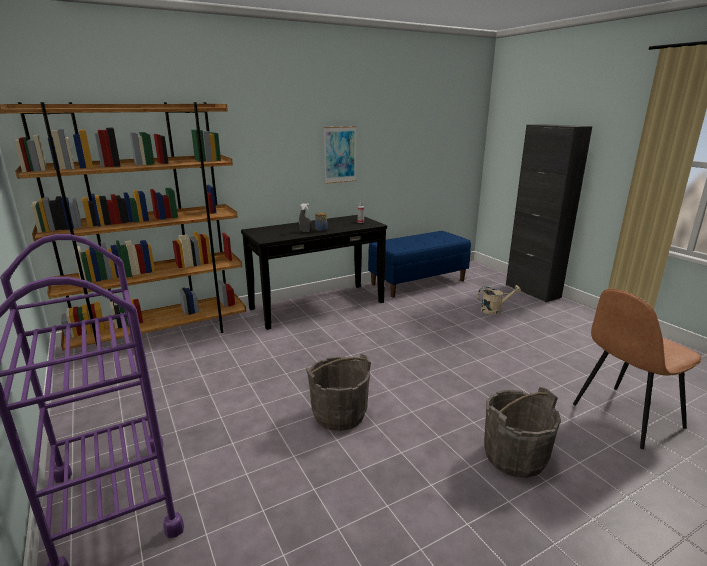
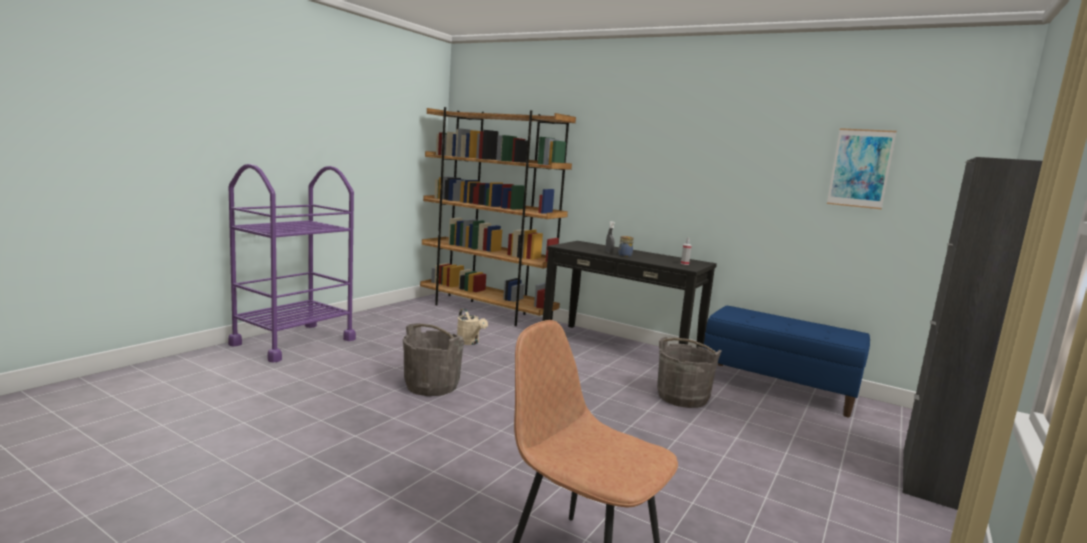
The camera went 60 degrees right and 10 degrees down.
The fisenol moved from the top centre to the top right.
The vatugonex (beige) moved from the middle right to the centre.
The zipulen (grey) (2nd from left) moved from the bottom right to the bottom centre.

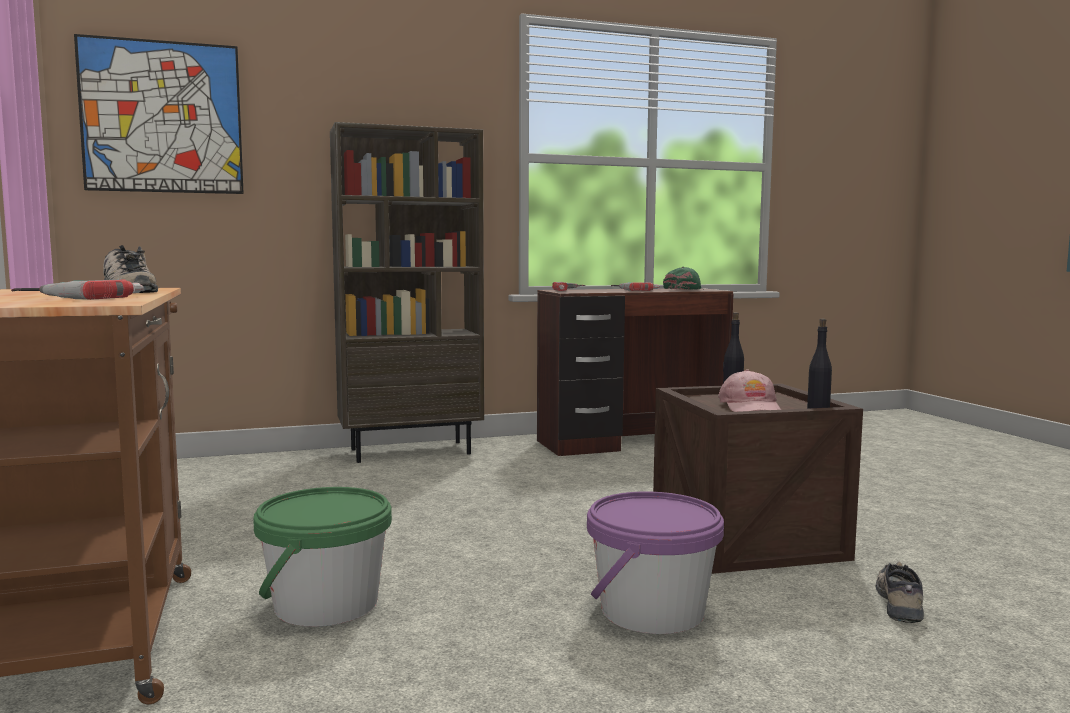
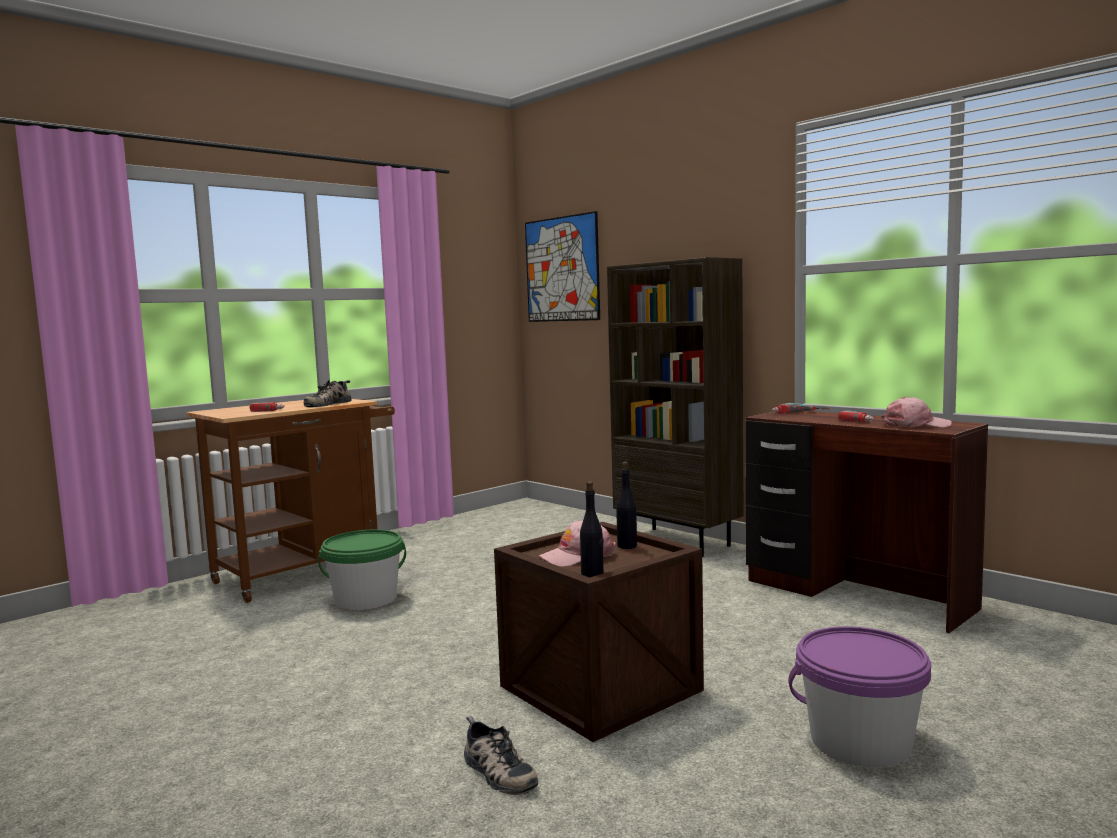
The camera went 65 degrees right and 0 degrees up.
The zipulen (purple) moved from the bottom centre to the bottom right.
The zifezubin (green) at the centre became the zifezubin (pink) (2nd from left) at the middle right.
The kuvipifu (2nd from left) at the bottom right turned 60 degrees clockwise.

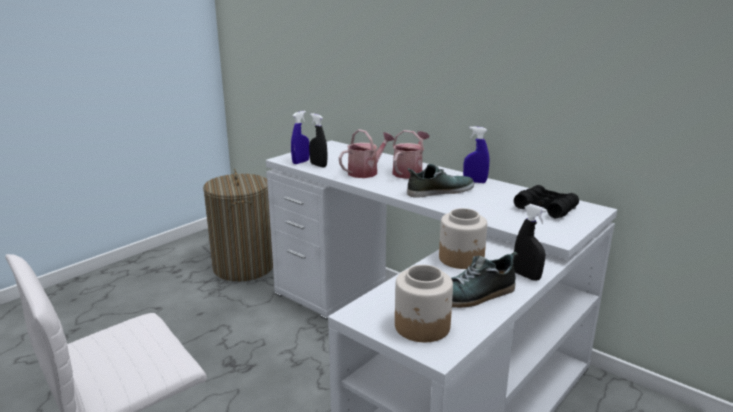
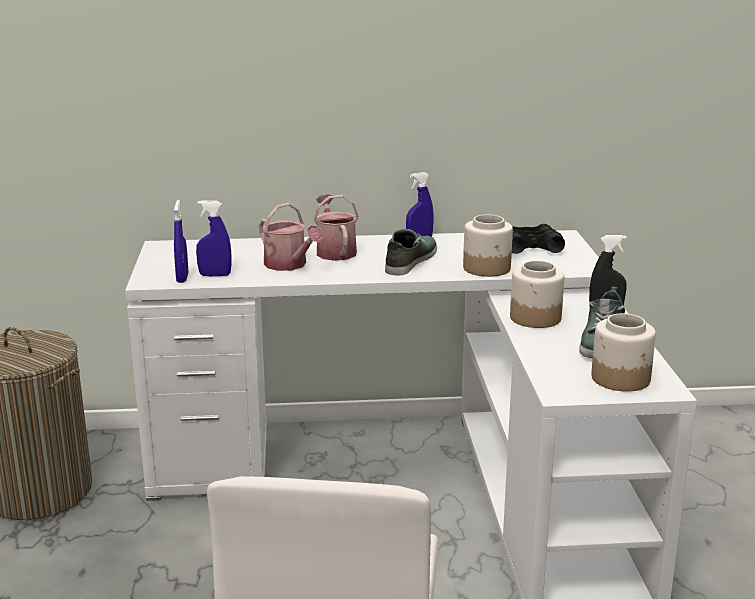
The camera went 45 degrees left and 0 degrees up.
The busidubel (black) (1st from left) at the centre became the busidubel (blue) (2nd from left) at the middle left.
The vatugonex (1st from left) at the centre turned 135 degrees clockwise.
The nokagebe (1st from left) at the centre appeared.

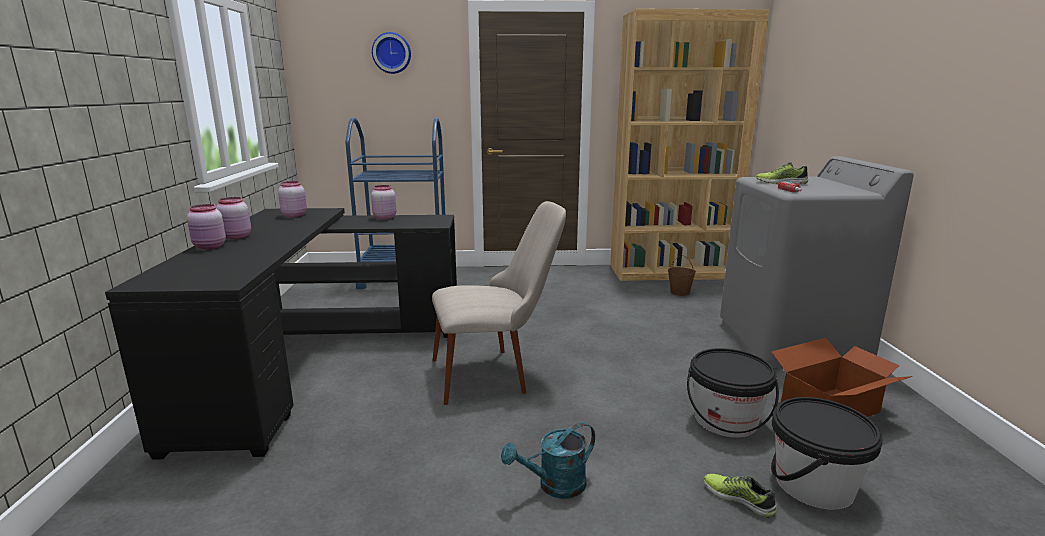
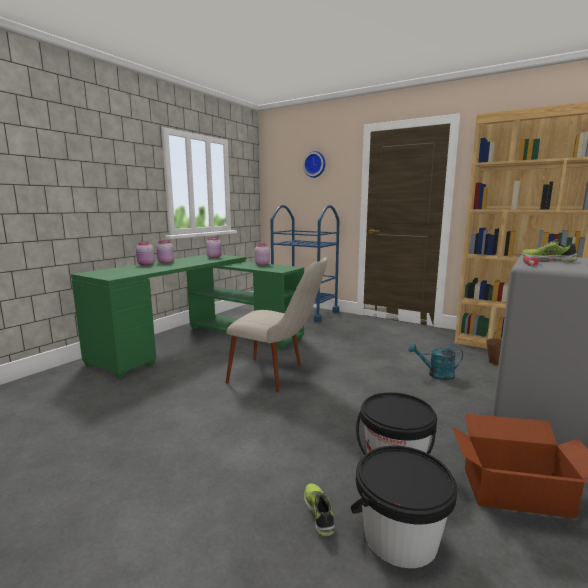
The camera went 35 degrees right and 5 degrees down.
The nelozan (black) at the middle left became the nelozan (green) at the middle left.
The vatugonex (turquoise) moved from the bottom centre to the middle right.

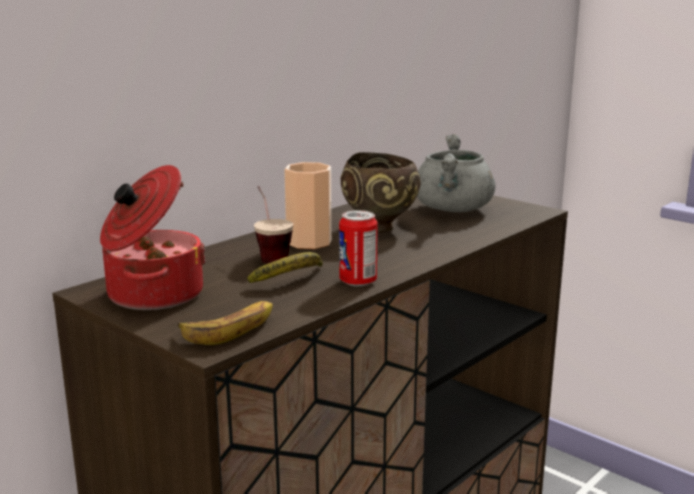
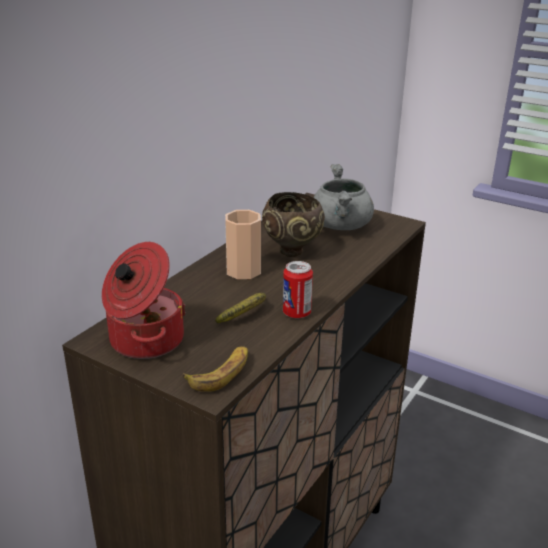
The camera went 10 degrees left and 10 degrees up.
The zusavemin (1st from left) at the centre disappeared.

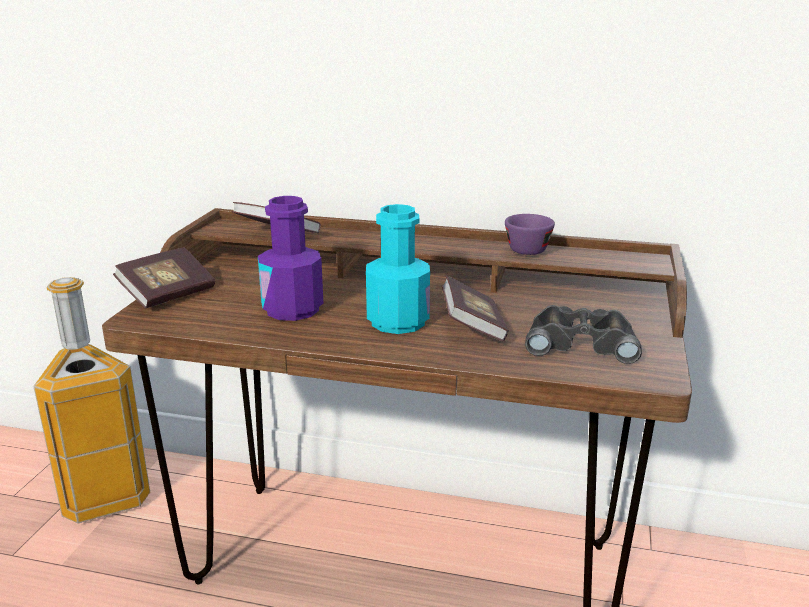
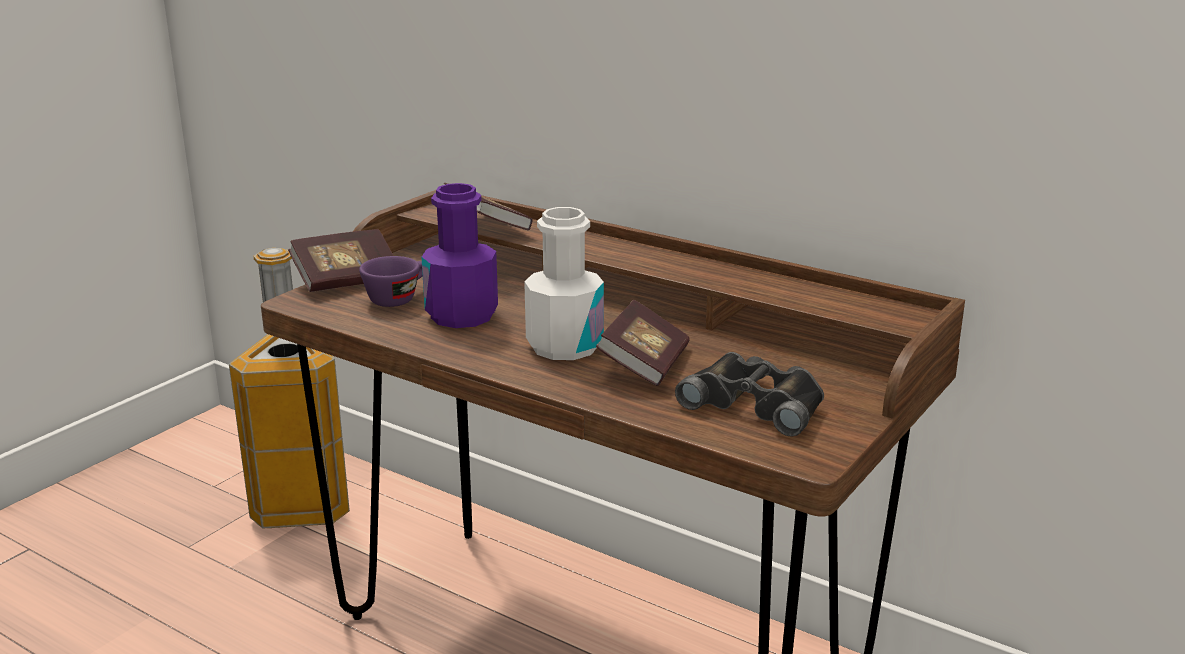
The camera went 20 degrees right and 0 degrees up.
The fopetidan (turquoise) at the centre became the fopetidan (white) at the centre.
The zusavemin (purple) moved from the centre to the middle left.

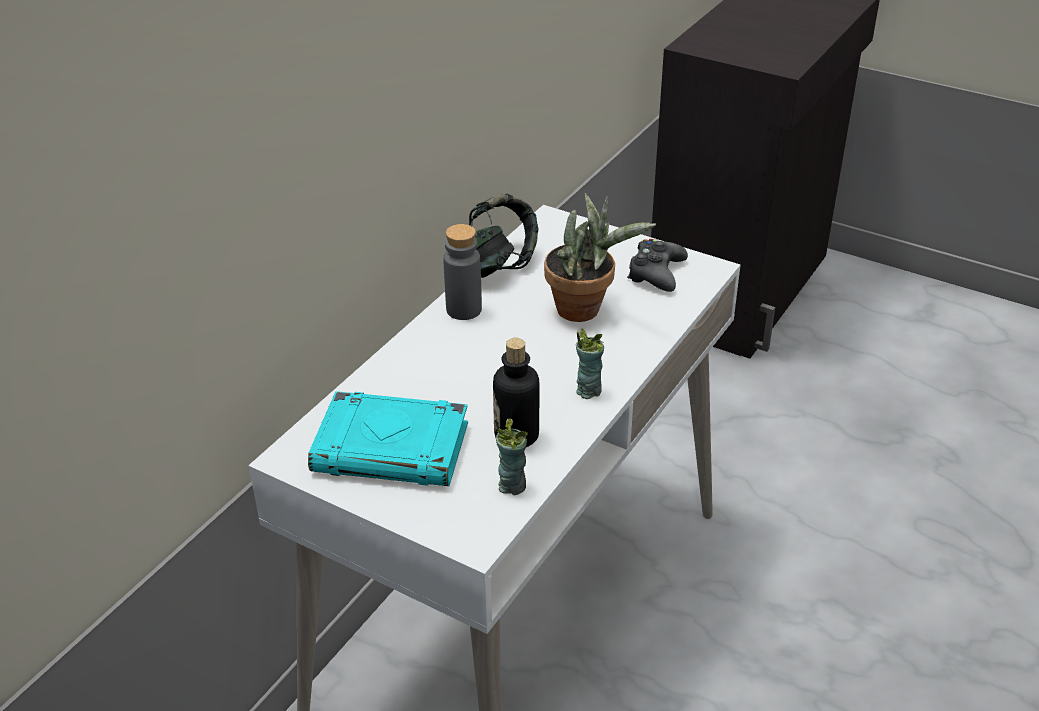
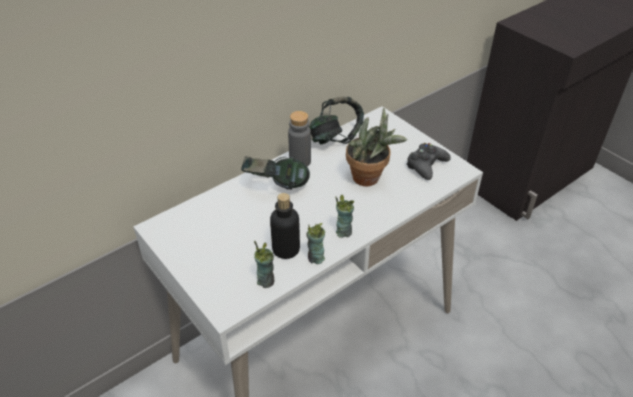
The camera went 20 degrees right and 5 degrees up.
The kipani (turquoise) at the centre disappeared.
The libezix (1st from left) at the centre appeared.
The zusavemin (2nd from left) at the centre appeared.

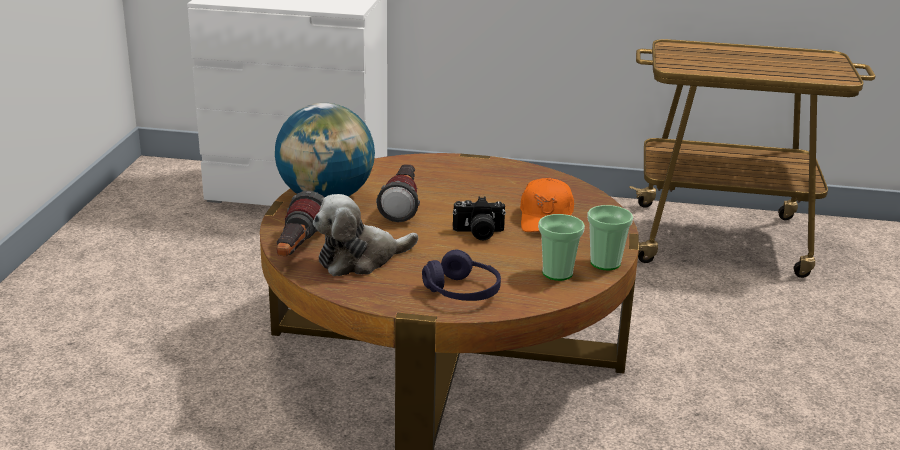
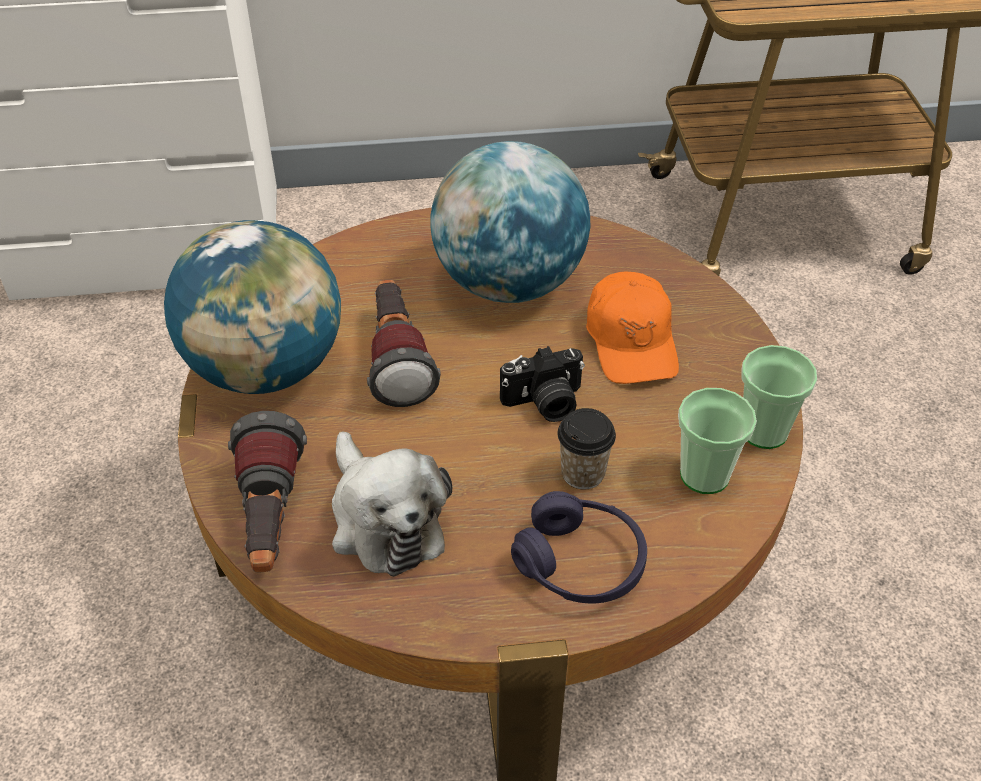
The camera went 15 degrees left and 20 degrees up.
The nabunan at the centre turned 75 degrees counterclockwise.
The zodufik (2nd from left) at the top centre appeared.
The zusavemin (1st from left) at the centre appeared.

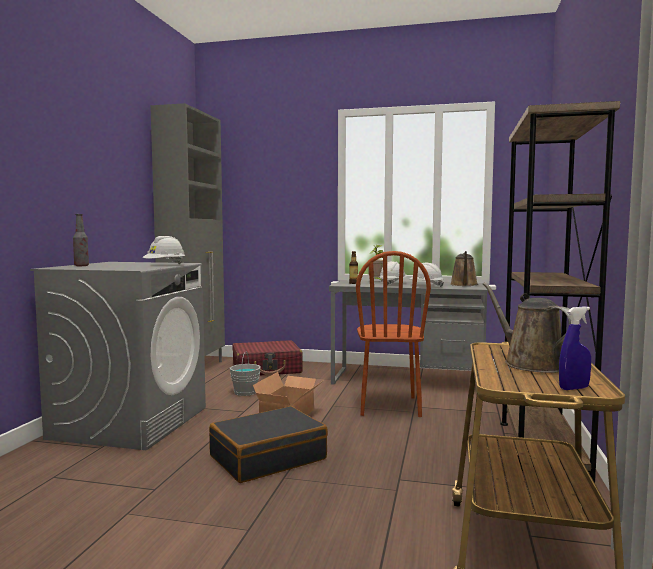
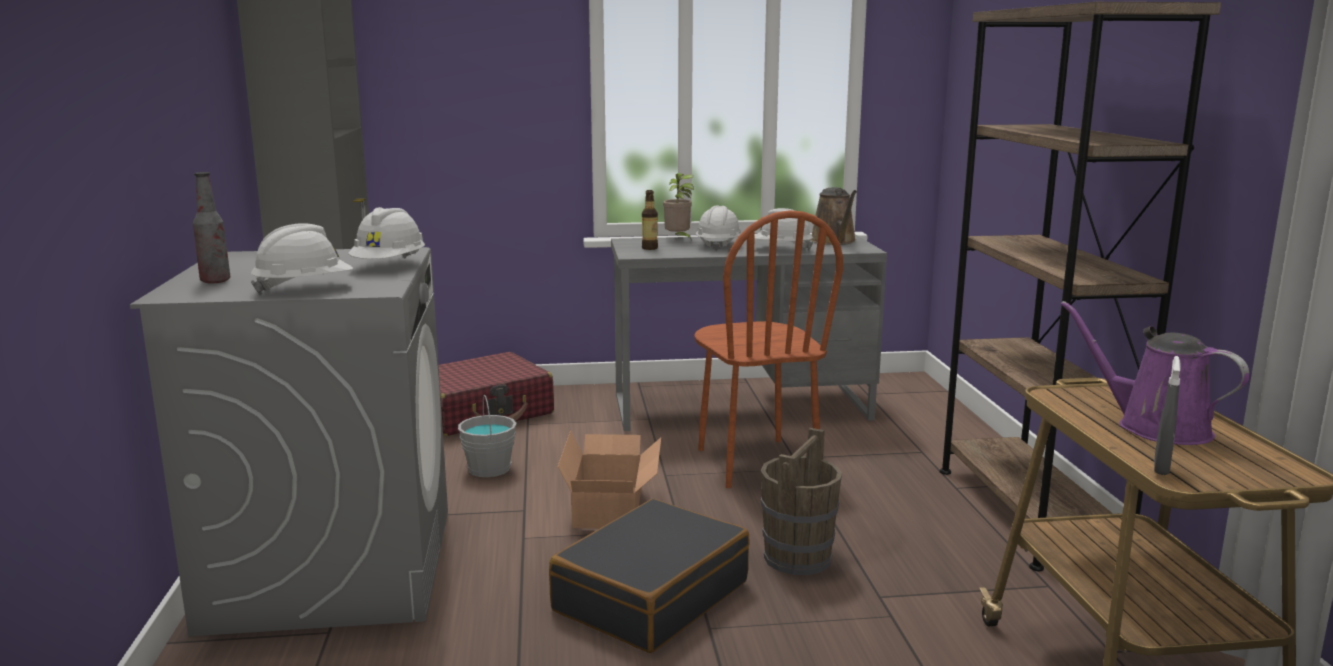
The camera went 20 degrees left and 10 degrees up.
The vatugonex (brown) (2nd from left) at the middle right became the vatugonex (purple) at the middle right.
The busidubel (blue) at the middle right disappeared.
The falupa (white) (1st from left) at the middle left appeared.
The zipulen (brown) at the bottom centre appeared.
The busidubel (grey) at the middle right appeared.

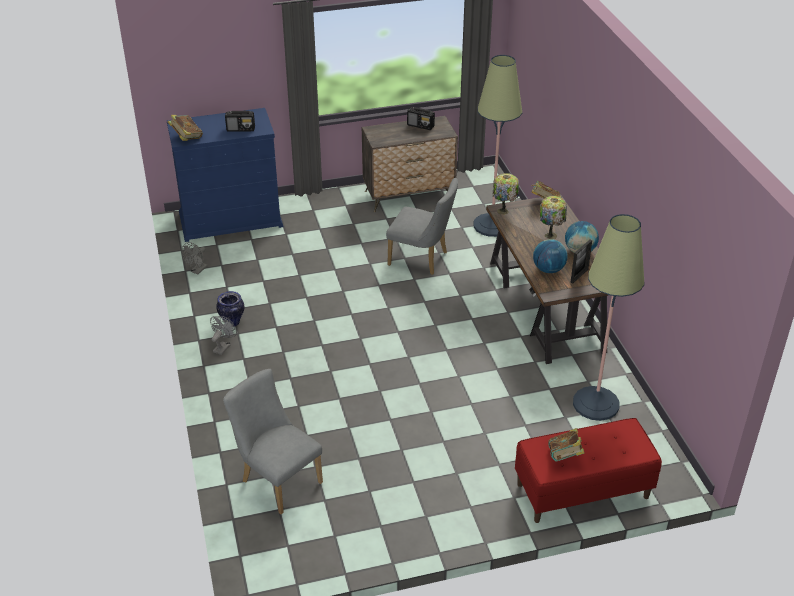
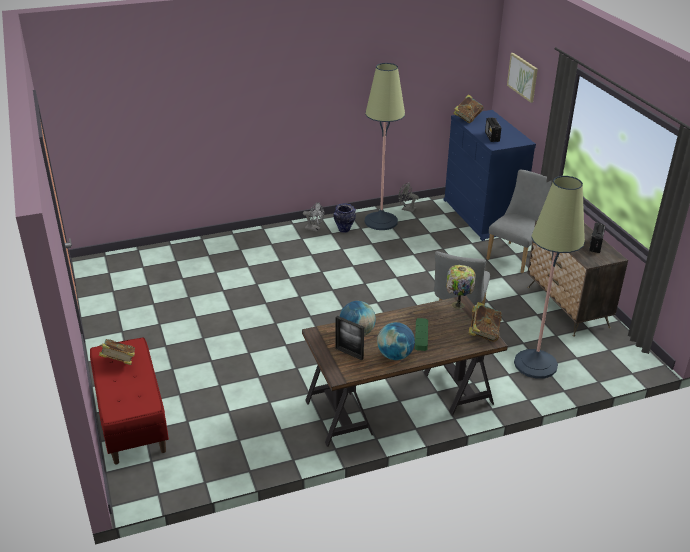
The camera went 85 degrees right and 5 degrees down.
The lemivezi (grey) (1st from left in the first image) moved from the bottom centre to the middle right.
The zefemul (2nd from left) at the middle right was replaced by the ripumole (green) at the centre.
The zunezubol (2nd from left in the first image) moved from the middle right to the top centre.
The fisenol at the top right appeared.

